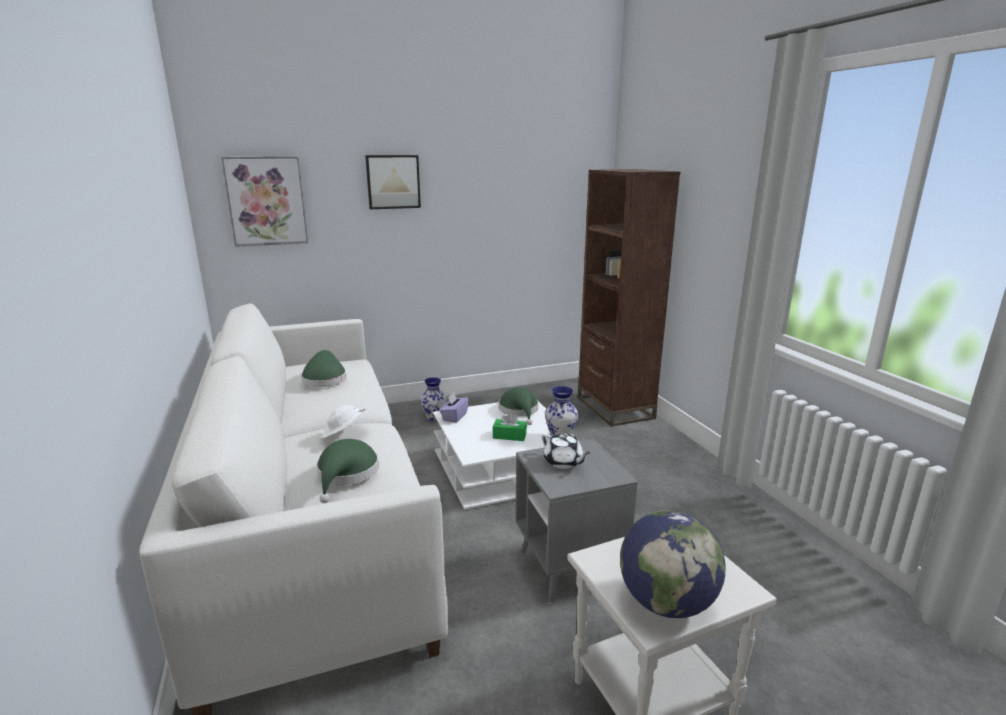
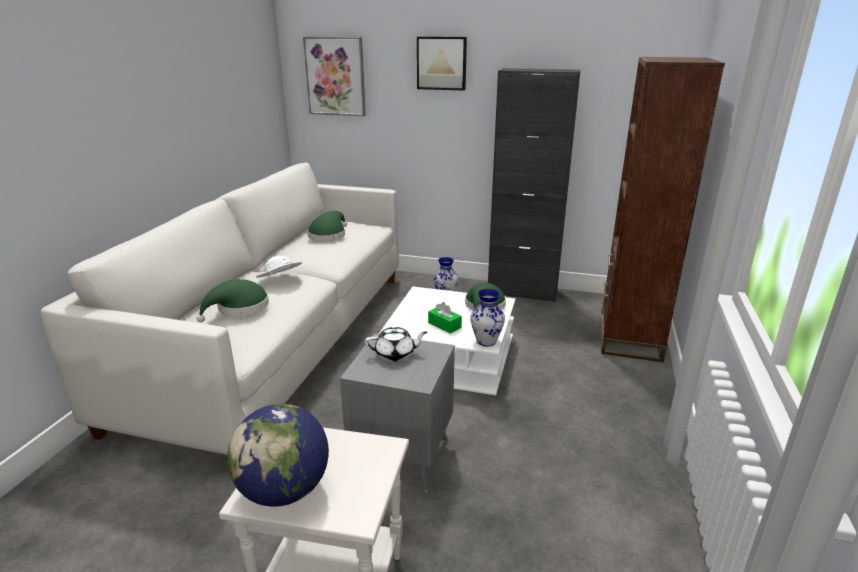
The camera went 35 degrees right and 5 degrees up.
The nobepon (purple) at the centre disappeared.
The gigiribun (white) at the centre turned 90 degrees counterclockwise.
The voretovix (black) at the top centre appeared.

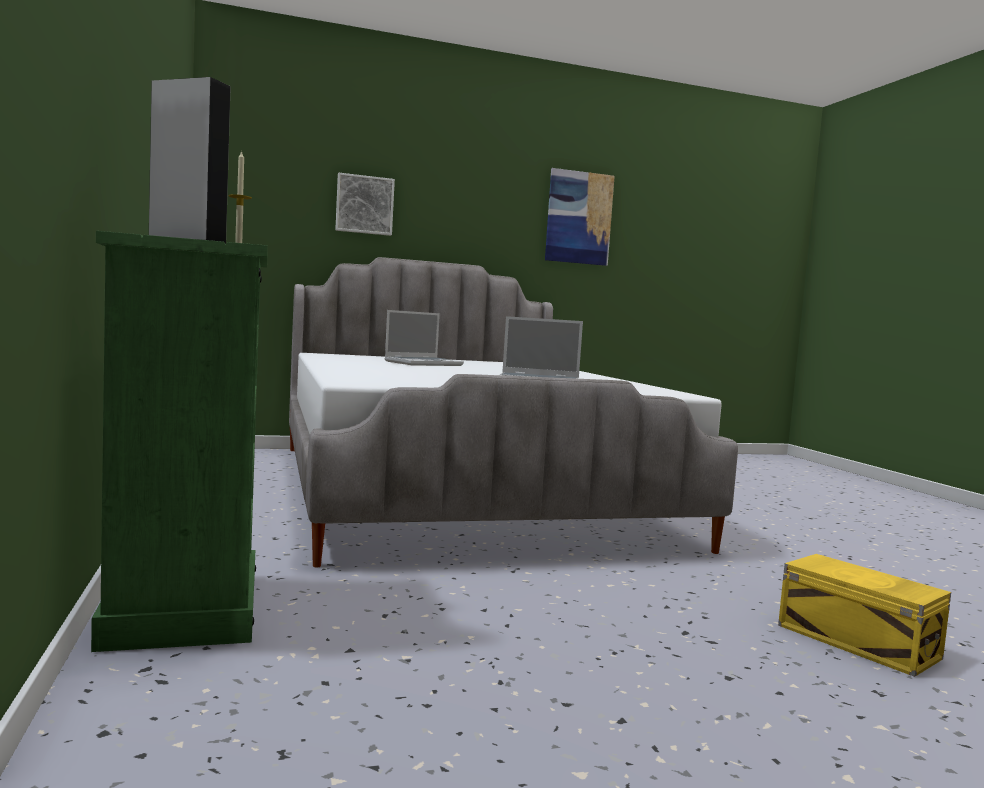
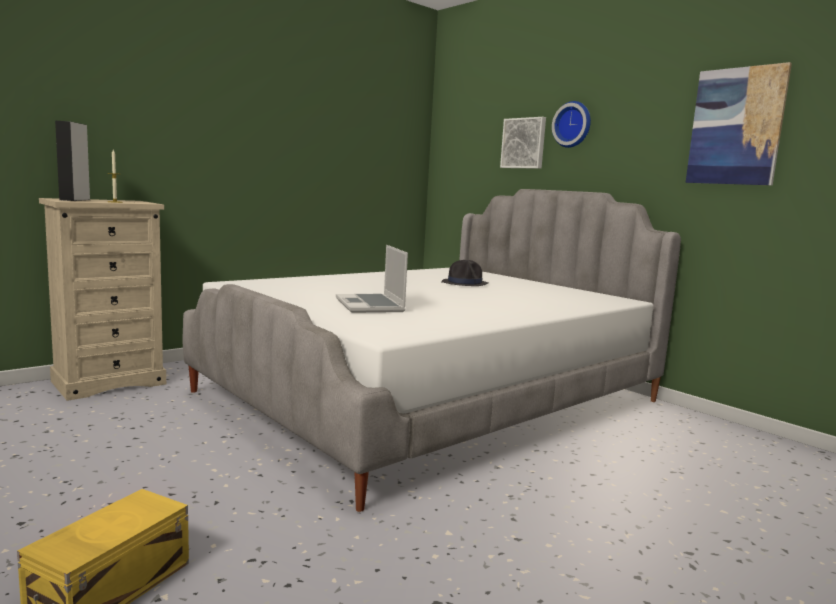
The camera went 65 degrees right and 5 degrees up.
The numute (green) at the middle left became the numute (beige) at the middle left.
The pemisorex (1st from left) at the centre was replaced by the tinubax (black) at the centre.
The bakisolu at the top right appeared.

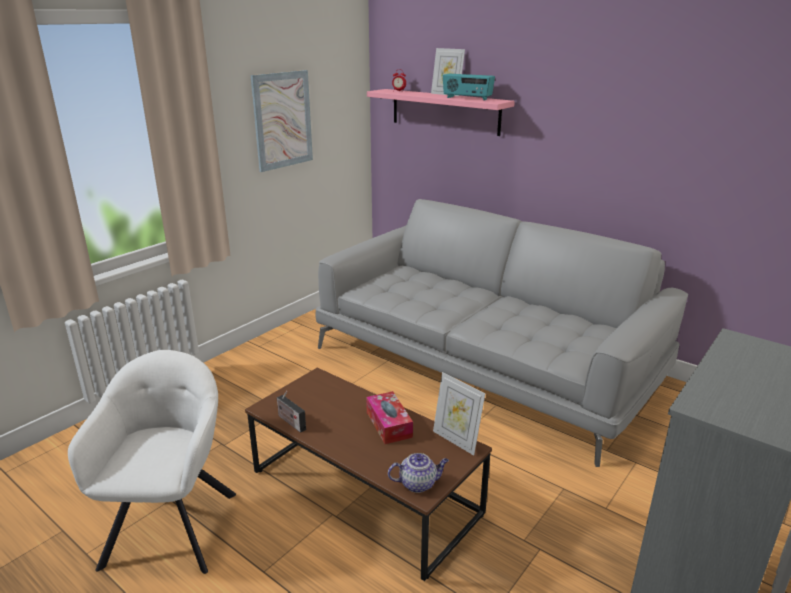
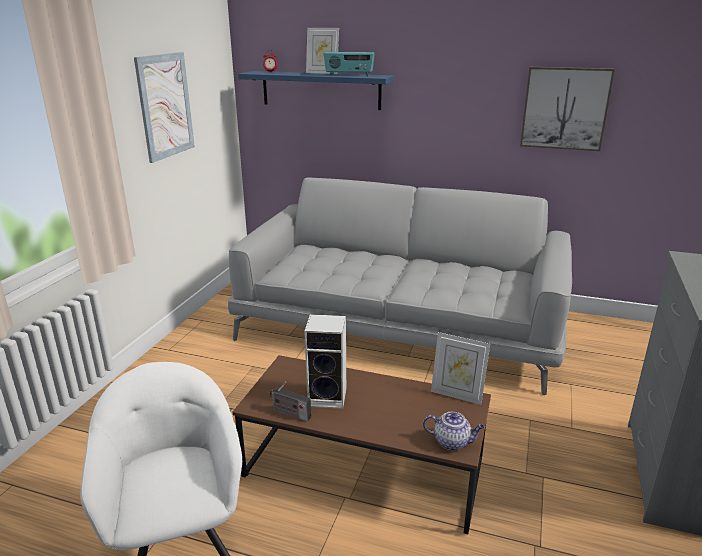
The camera went 20 degrees left and 0 degrees up.
The nobepon at the bottom centre disappeared.
The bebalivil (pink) at the top centre became the bebalivil (blue) at the top centre.
The gigiribun at the bottom centre turned 45 degrees clockwise.
The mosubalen at the centre appeared.
The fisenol (2nd from left) at the top right appeared.

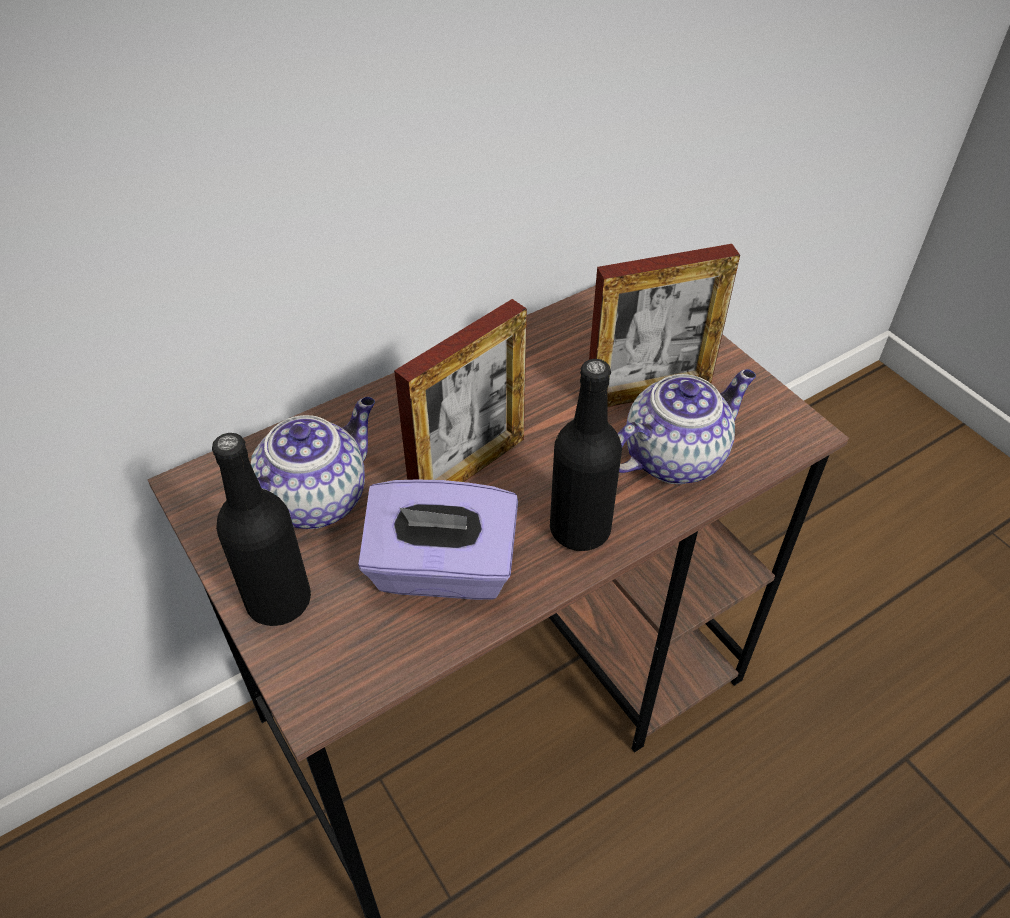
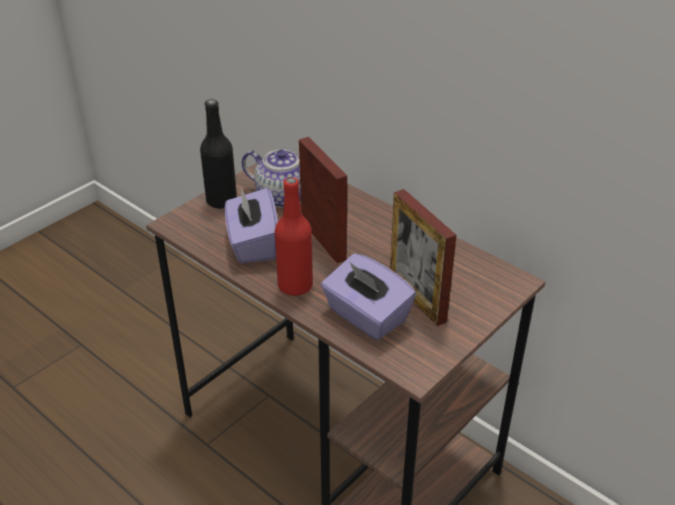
The camera went 75 degrees right and 10 degrees down.
The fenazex (1st from left) at the centre turned 150 degrees counterclockwise.
The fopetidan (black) (2nd from left) at the centre became the fopetidan (red) at the centre.
The gigiribun (2nd from left) at the middle right was replaced by the nobepon (purple) (2nd from left) at the centre.

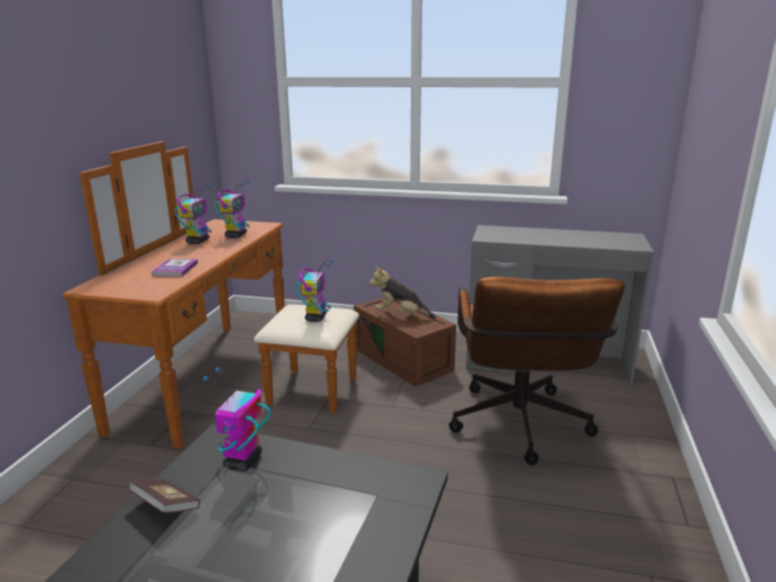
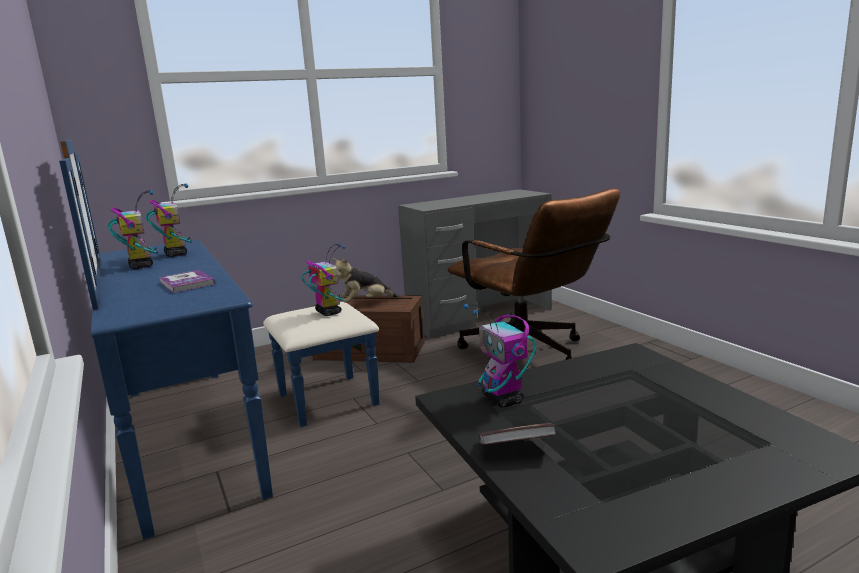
The camera went 40 degrees left and 5 degrees down.
The numute (brown) at the middle left became the numute (blue) at the middle left.

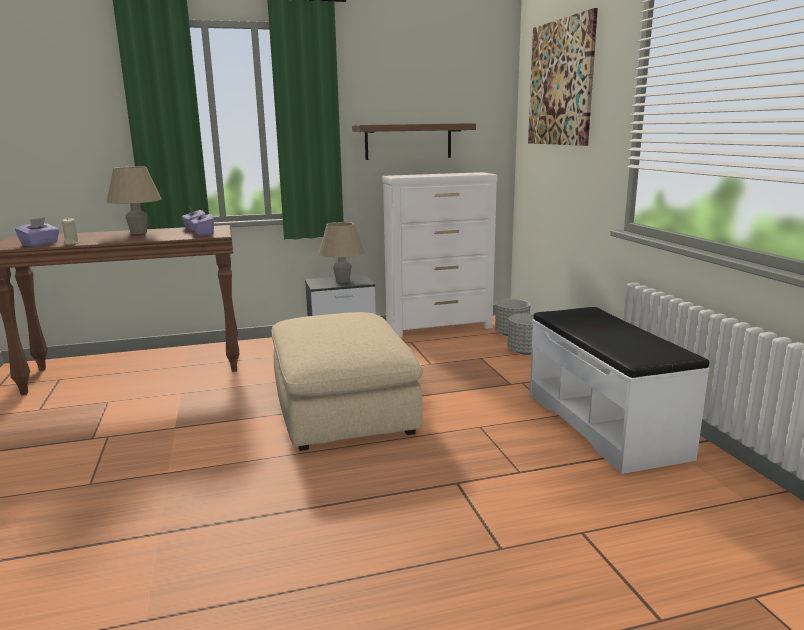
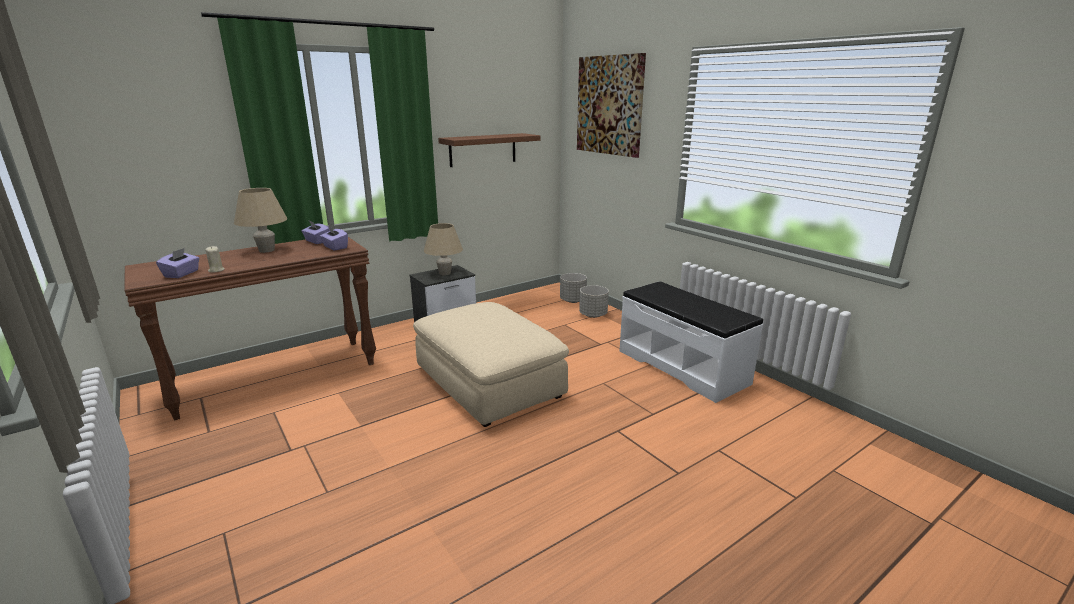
The camera went 20 degrees left and 5 degrees up.
The numute (white) at the centre disappeared.

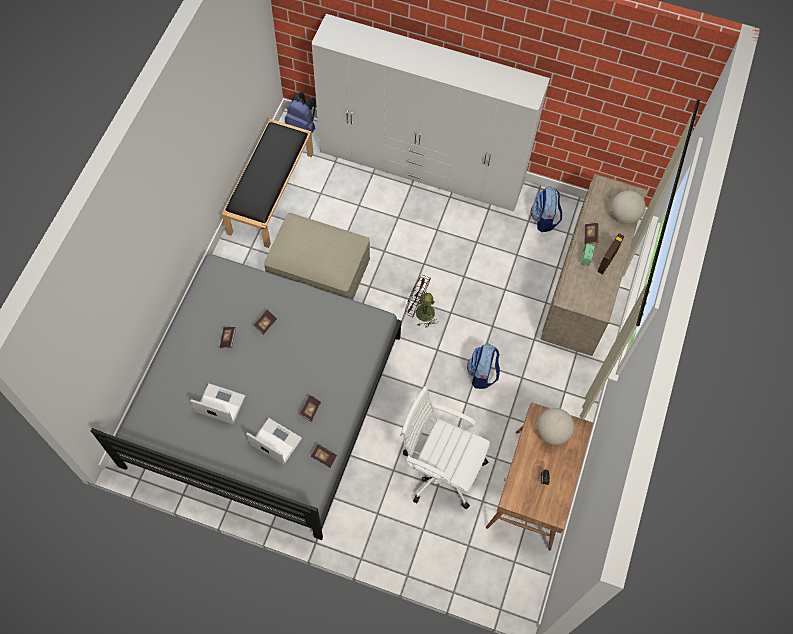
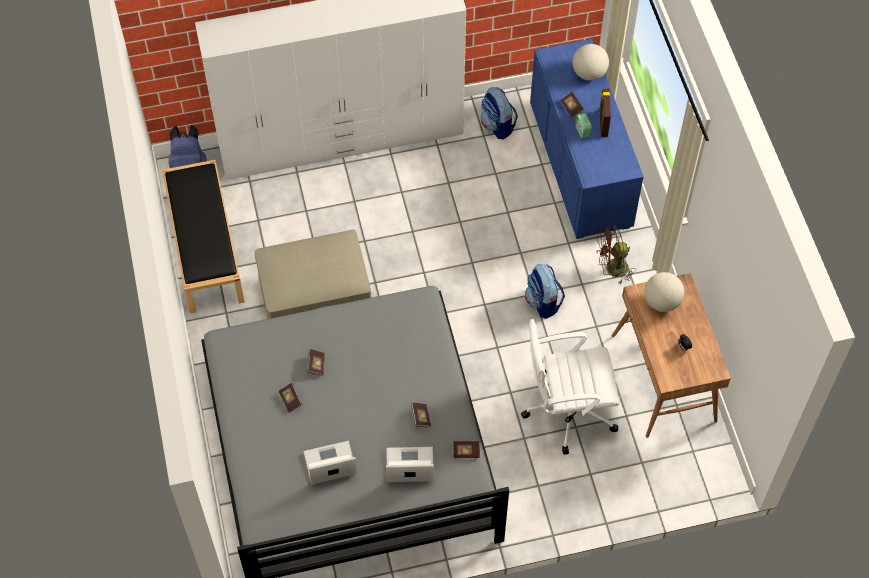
The camera went 30 degrees left and 5 degrees down.
The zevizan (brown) moved from the centre to the middle right.
The numute (beige) at the middle right became the numute (blue) at the top right.

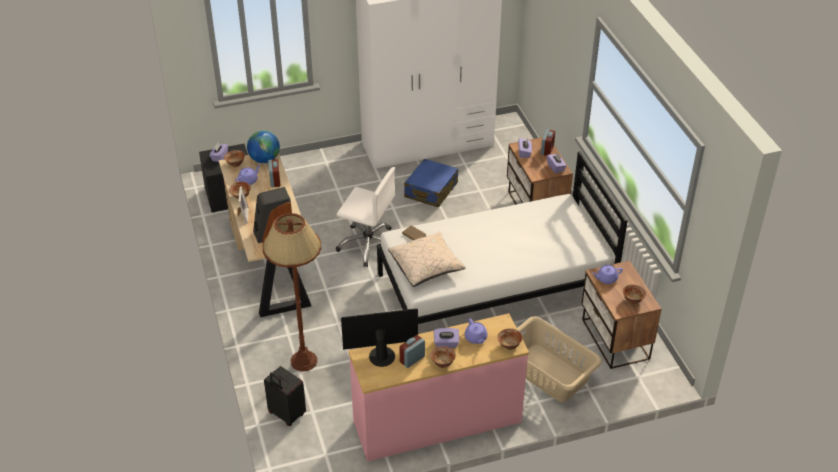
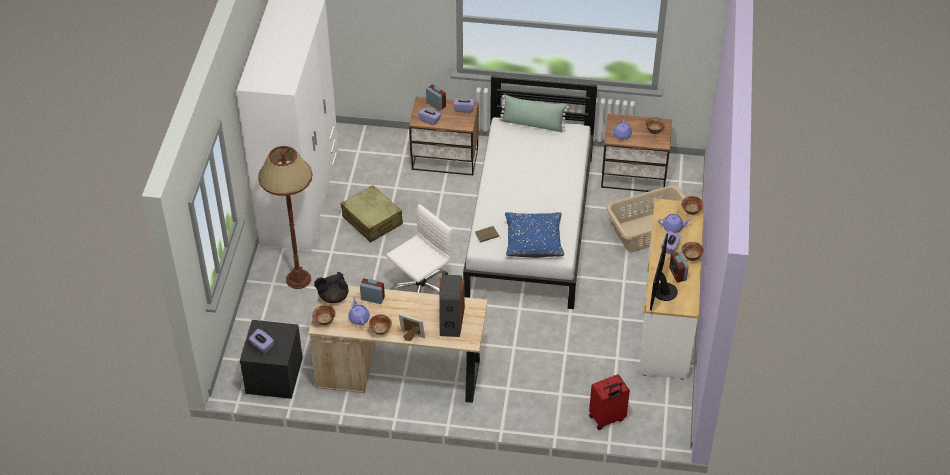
The camera went 65 degrees left and 5 degrees up.
The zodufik at the top left was replaced by the gigiribun (black) at the centre.
The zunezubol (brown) moved from the centre to the middle left.
The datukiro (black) at the bottom centre became the datukiro (red) at the bottom centre.
The numute (pink) at the bottom centre became the numute (white) at the middle right.
The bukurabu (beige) at the centre became the bukurabu (blue) at the centre.
The datukiro (blue) at the centre became the datukiro (beige) at the centre.
The bukurabu (green) at the top centre appeared.

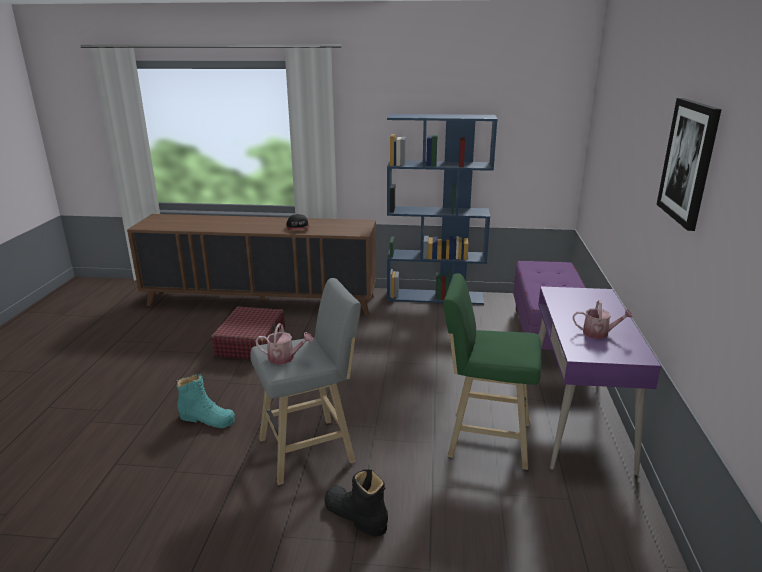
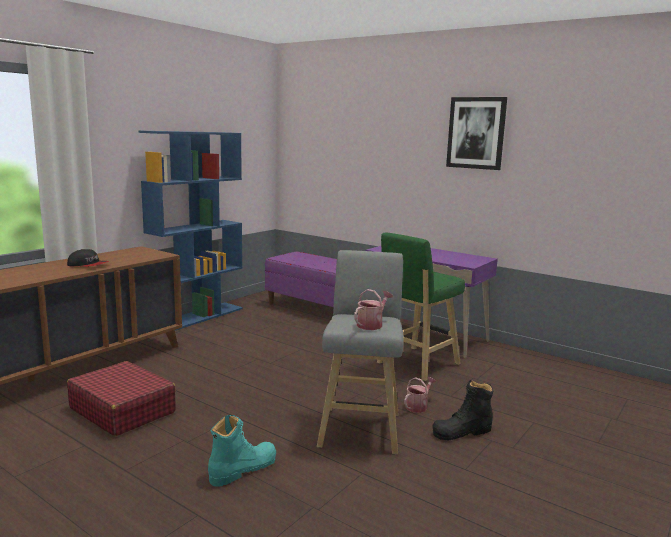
The camera went 60 degrees left and 10 degrees down.
The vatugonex (2nd from left) moved from the middle right to the bottom centre.

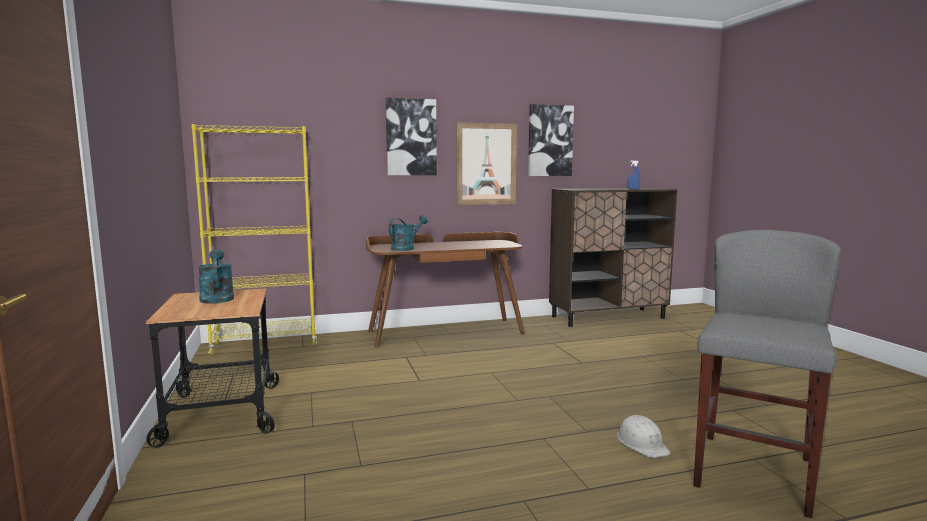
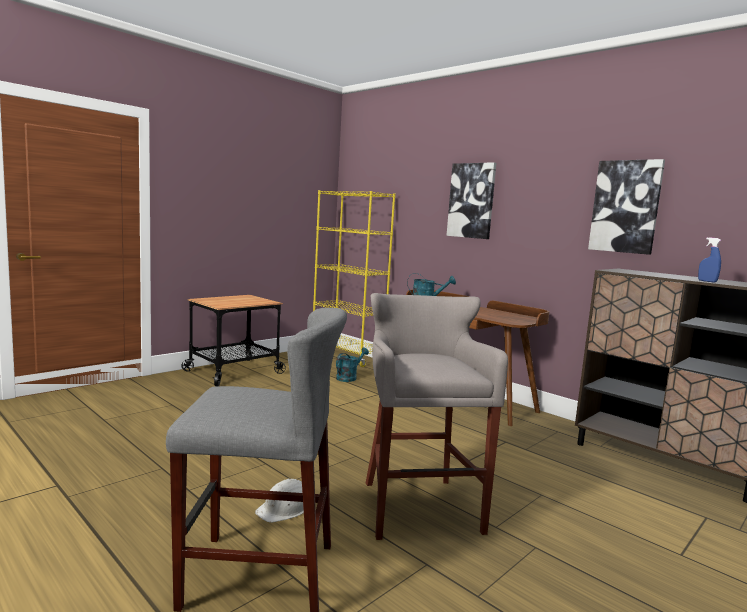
The camera went 60 degrees right and 0 degrees up.
The vatugonex (turquoise) (1st from left) moved from the middle left to the centre.
The fisenol (2nd from left) at the top centre disappeared.
The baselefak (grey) (2nd from left) at the bottom centre appeared.

